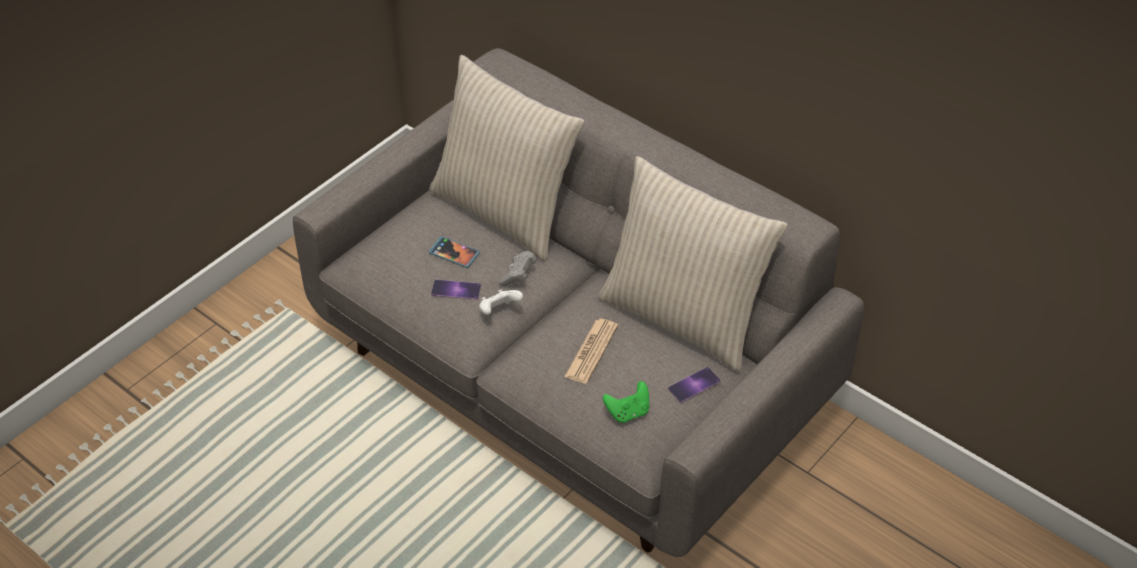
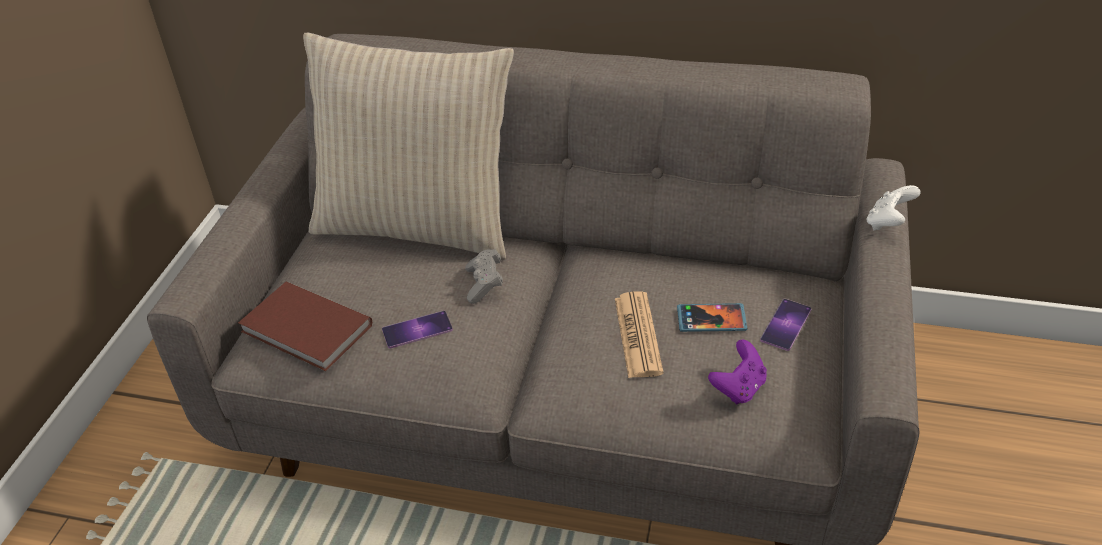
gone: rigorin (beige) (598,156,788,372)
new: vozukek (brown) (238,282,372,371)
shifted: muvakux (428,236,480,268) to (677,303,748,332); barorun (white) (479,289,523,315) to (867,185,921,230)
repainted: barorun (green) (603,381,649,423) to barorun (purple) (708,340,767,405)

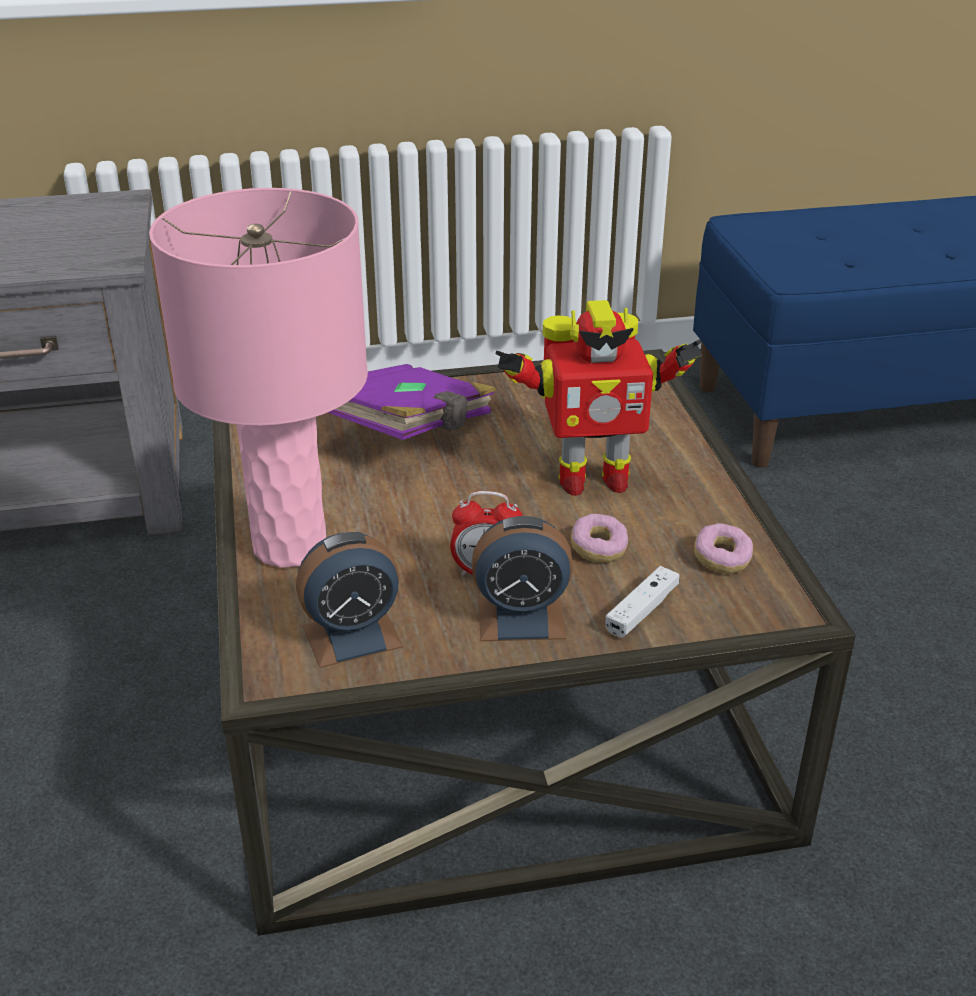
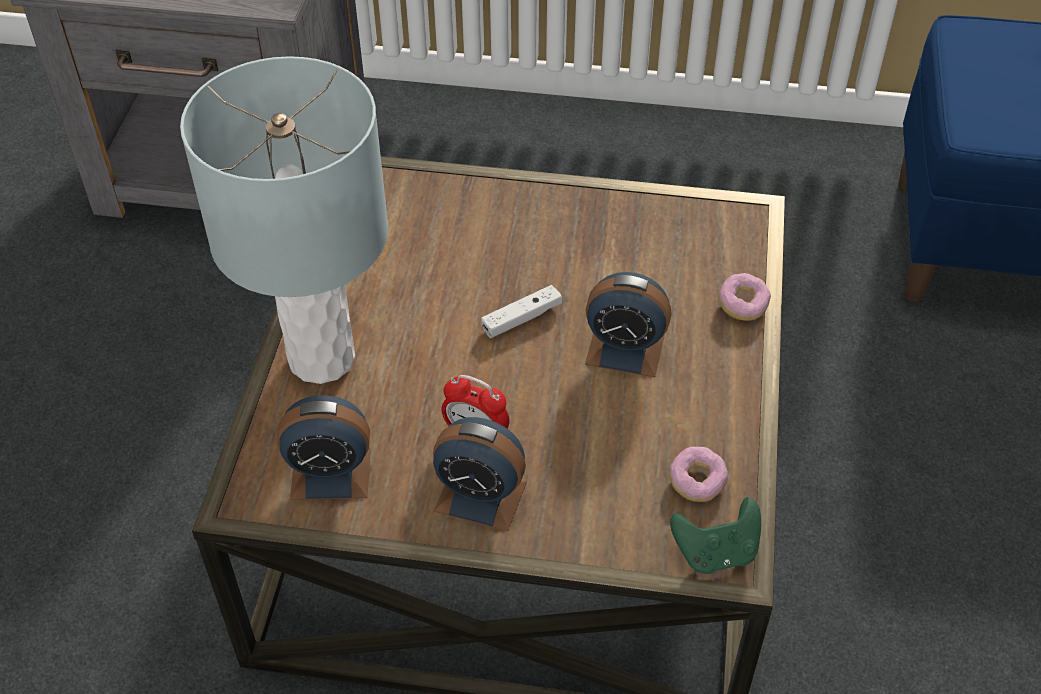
gone: vozukek (purple) (328,364,497,440)
new: barorun (green) (670,497,761,574)
shifted: barorun (white) (605,566,680,638) to (481,285,562,338); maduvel (571,514,628,563) to (718,273,771,321)
swapped: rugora (496,300,702,496) to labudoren (585,272,671,377)
repainted: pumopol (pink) (149,188,368,568) to pumopol (grey) (180,56,388,384)

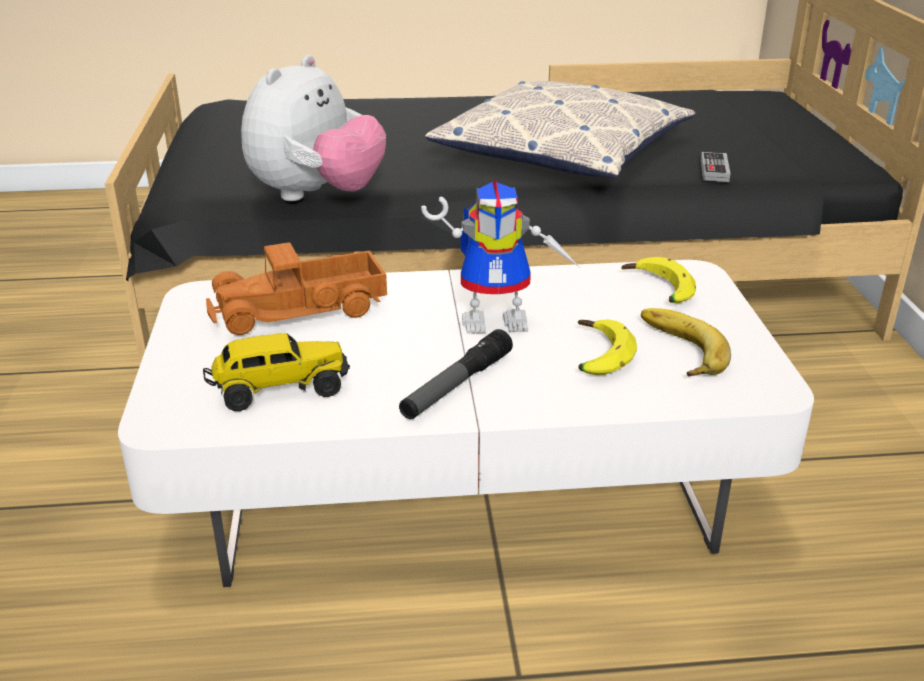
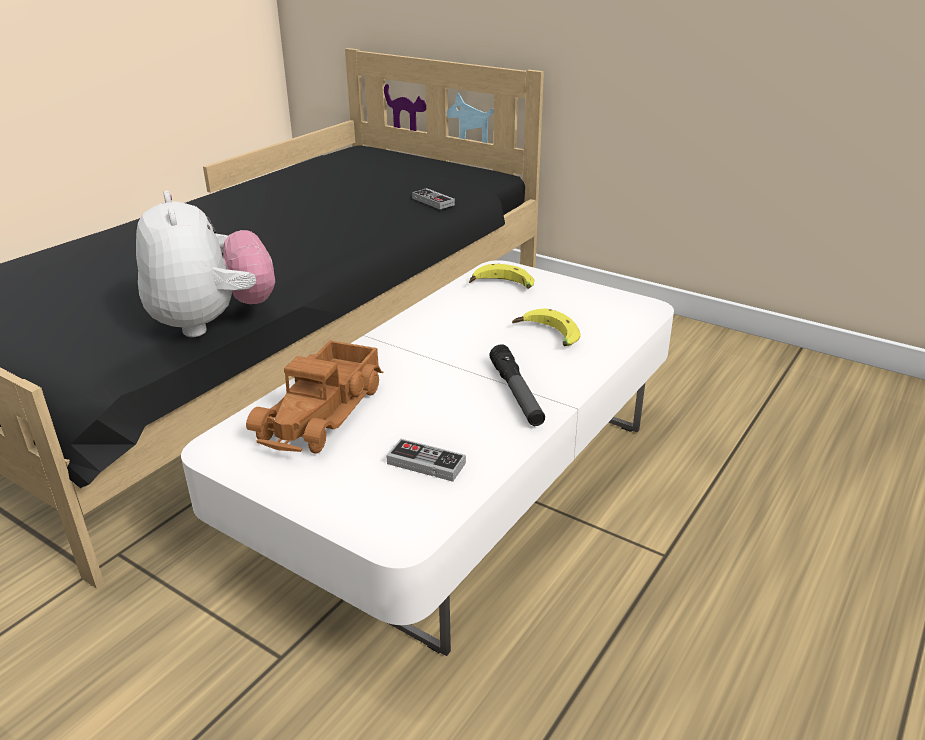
gone: rugora (421,180,579,334); rigorin (425,81,695,178); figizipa (641,308,731,377)
swapped: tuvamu (203,333,350,411) to barorun (386,439,466,482)

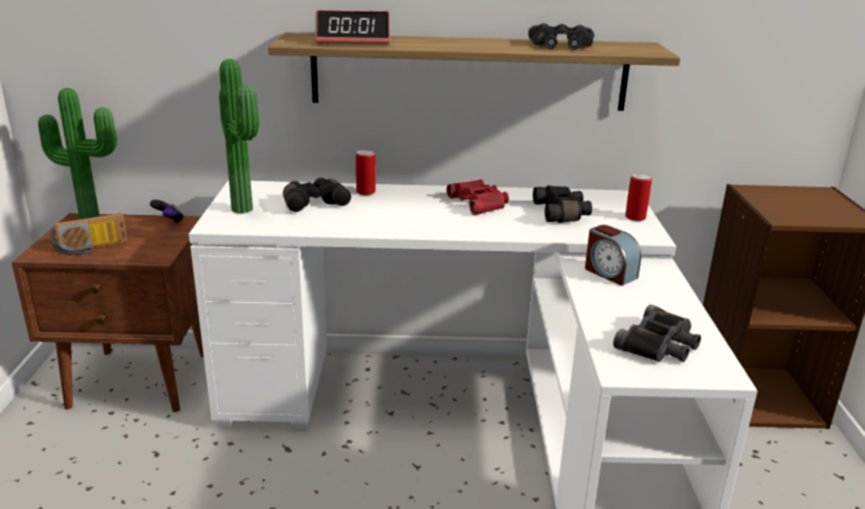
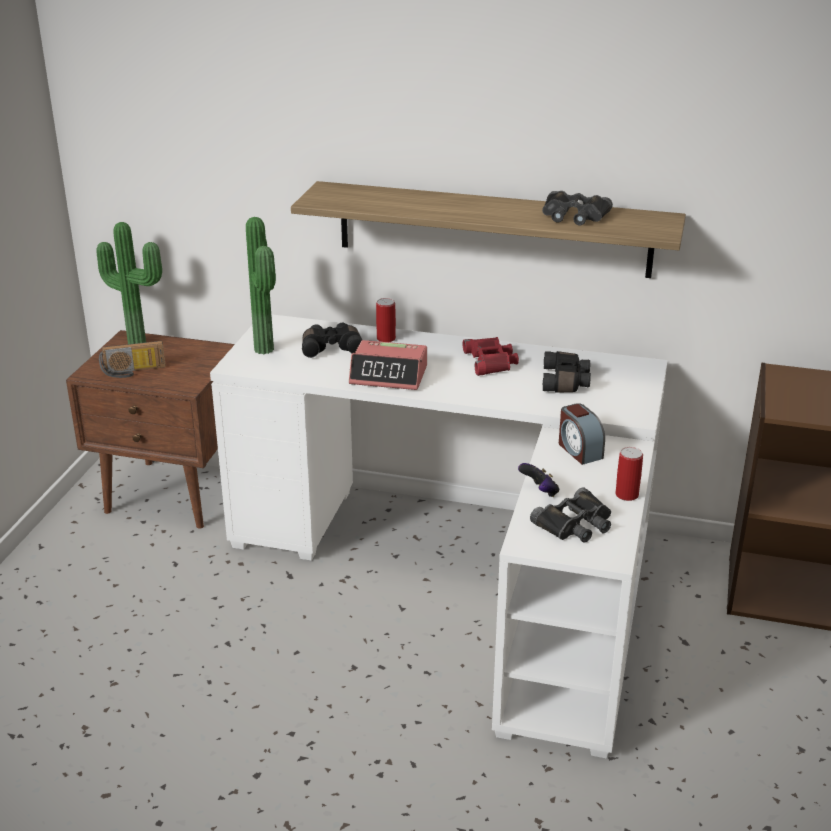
shifted: labudoren (315,10,390,44) to (349,340,427,390); barorun (150,200,184,224) to (518,463,559,497); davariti (625,173,652,221) to (615,447,643,501)

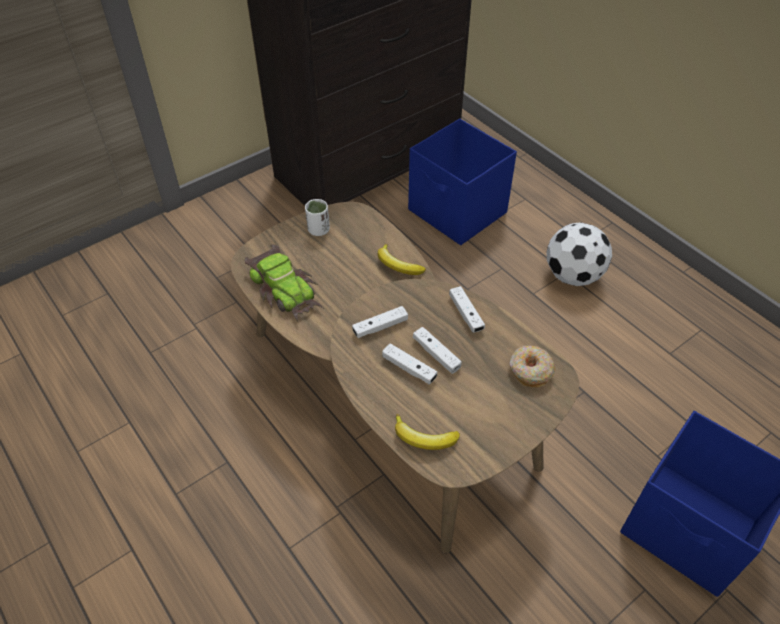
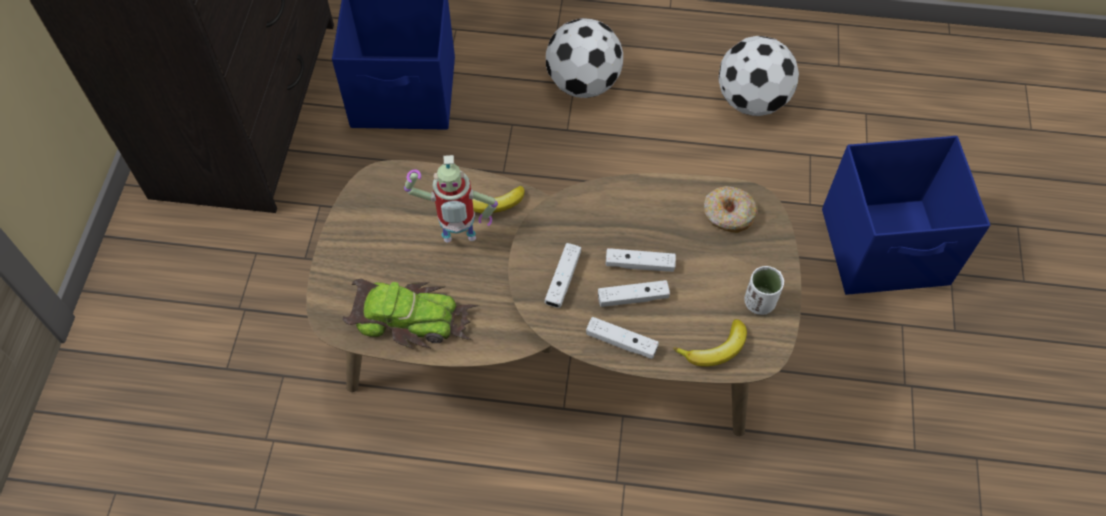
new: rugora (404,155,498,243); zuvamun (718,36,799,116)
shifted: barorun (white) (449,286,485,332) to (586,317,659,359); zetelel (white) (305,199,330,236) to (744,266,784,315)

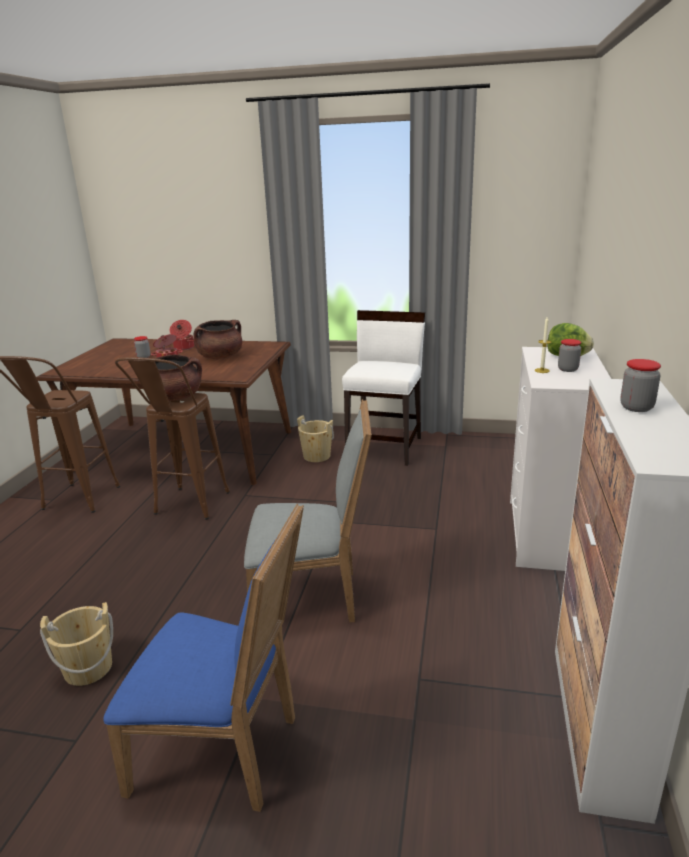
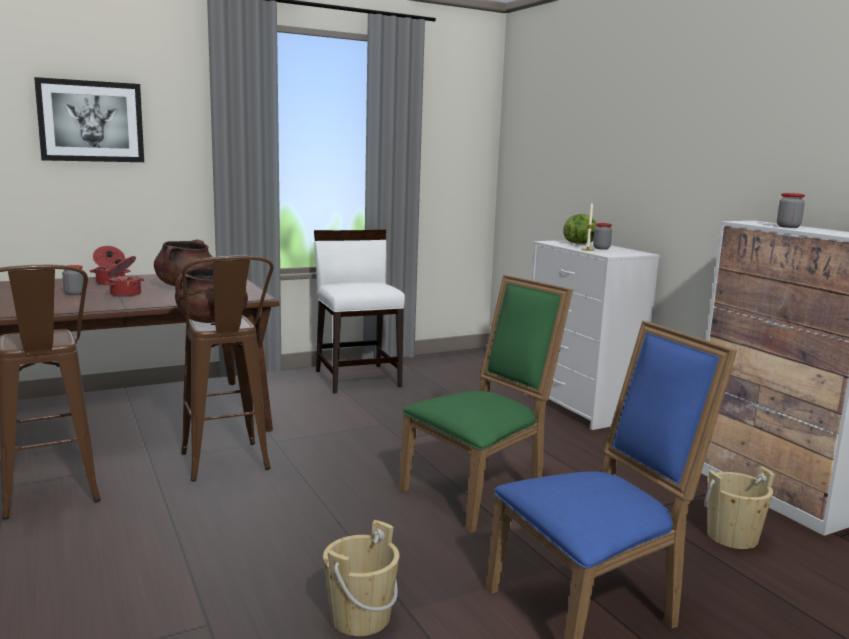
new: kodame (34,77,144,162)
shifted: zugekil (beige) (297,415,334,462) to (704,466,775,549)
repainted: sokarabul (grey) (244,399,372,622) to sokarabul (green) (399,275,573,533)

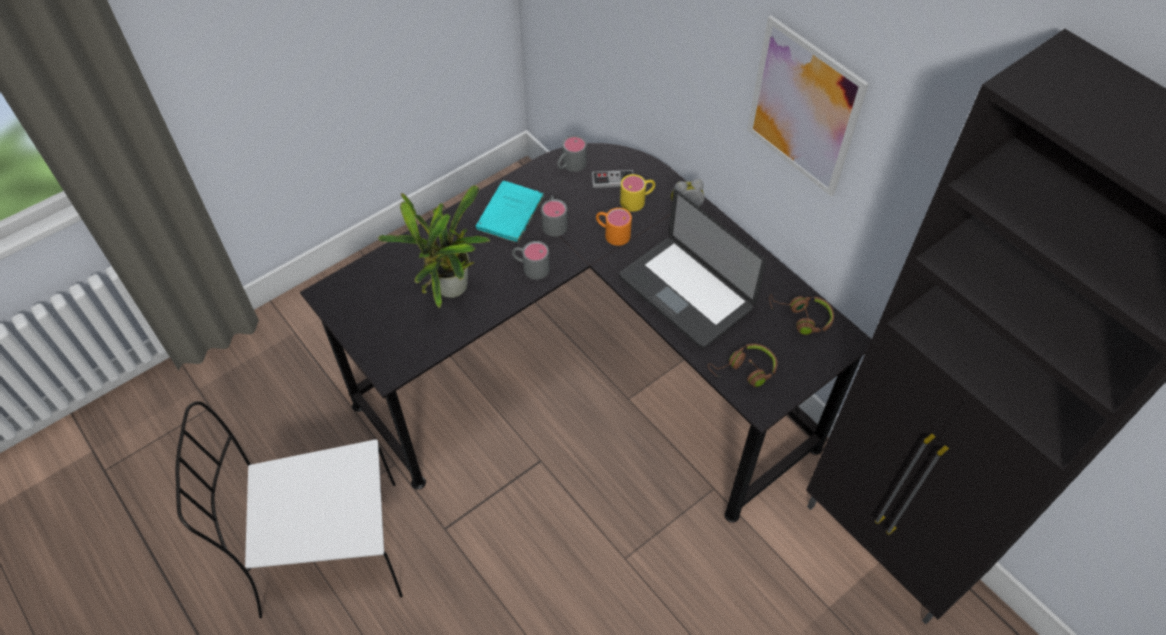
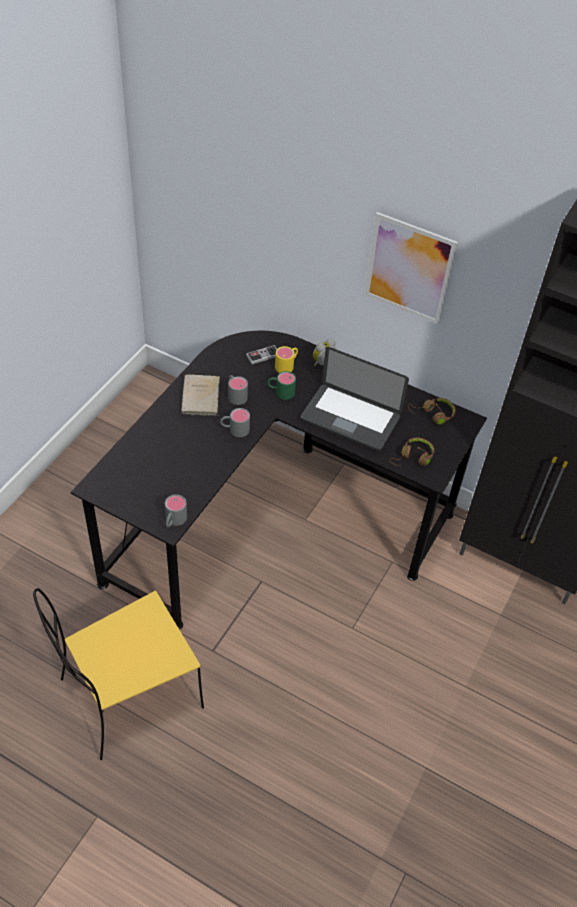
gone: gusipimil (378,185,490,308)
shifted: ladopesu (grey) (557,135,587,172) to (165,494,187,527)
repainted: sokarabul (white) (175,401,403,618) to sokarabul (yellow) (33,588,204,760); vozukek (turquoise) (476,181,544,243) to vozukek (beige) (181,374,220,416); ladopesu (orange) (596,208,632,246) to ladopesu (green) (267,371,296,400)

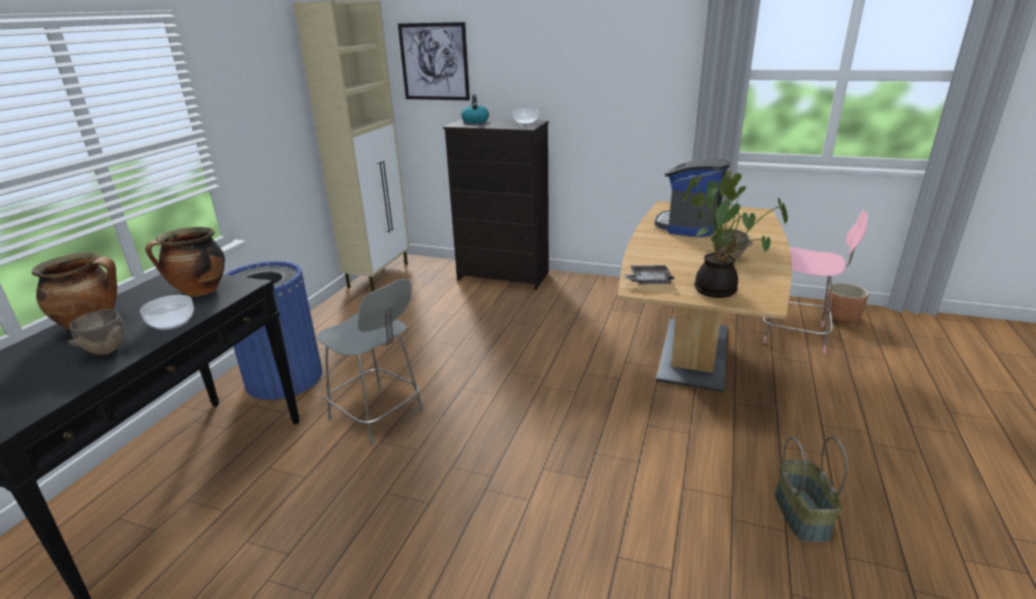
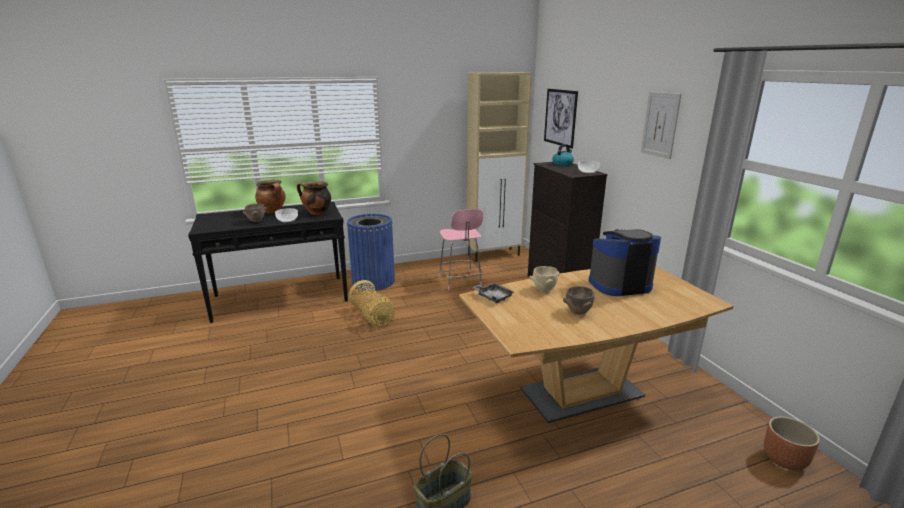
gone: gusipimil (683,170,788,298)
new: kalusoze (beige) (530,266,560,291); kodame (641,92,681,159)
shifted: sokarabul (pink) (763,210,868,353) to (439,209,483,290)
swapped: sokarabul (grey) (317,279,423,446) to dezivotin (349,280,395,326)

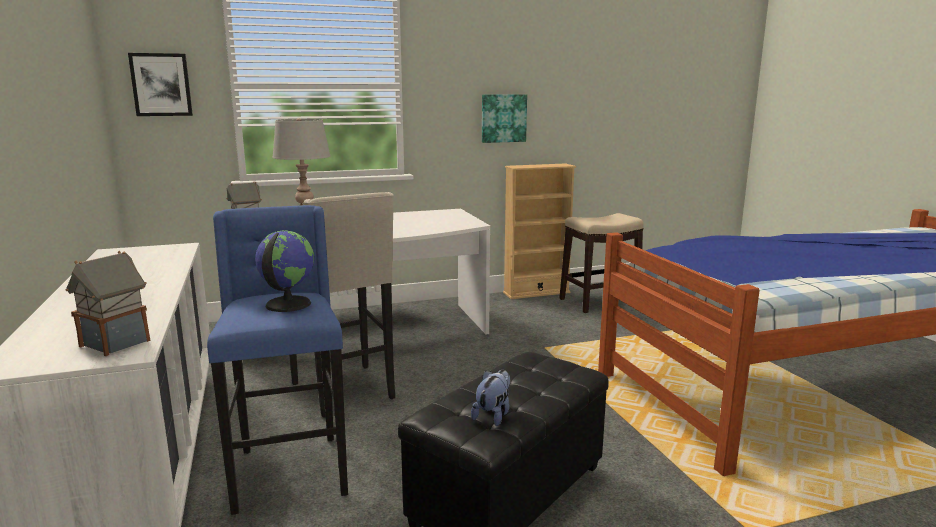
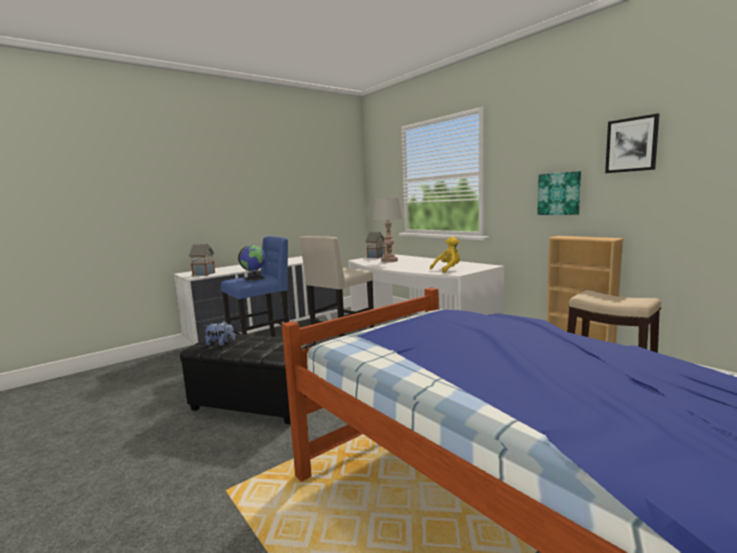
new: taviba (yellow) (430,237,460,273)
shifted: kodame (128,53,193,116) to (605,113,659,173)

